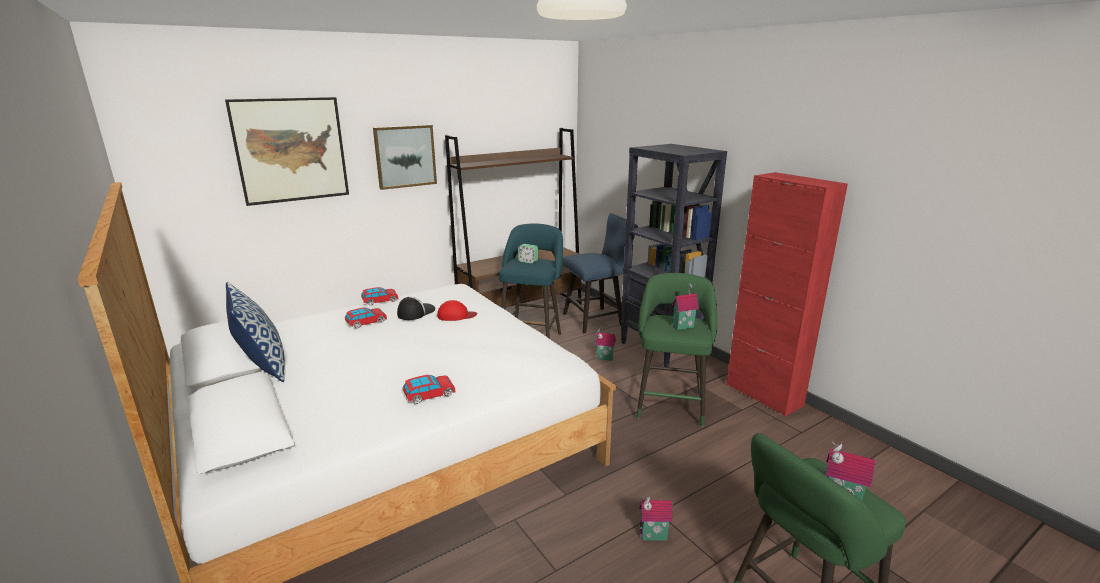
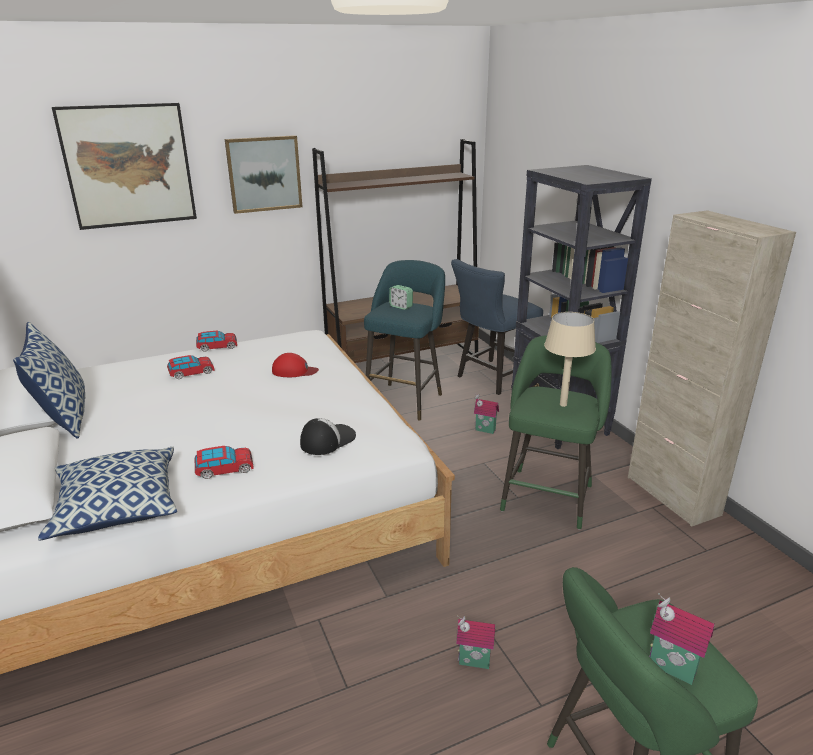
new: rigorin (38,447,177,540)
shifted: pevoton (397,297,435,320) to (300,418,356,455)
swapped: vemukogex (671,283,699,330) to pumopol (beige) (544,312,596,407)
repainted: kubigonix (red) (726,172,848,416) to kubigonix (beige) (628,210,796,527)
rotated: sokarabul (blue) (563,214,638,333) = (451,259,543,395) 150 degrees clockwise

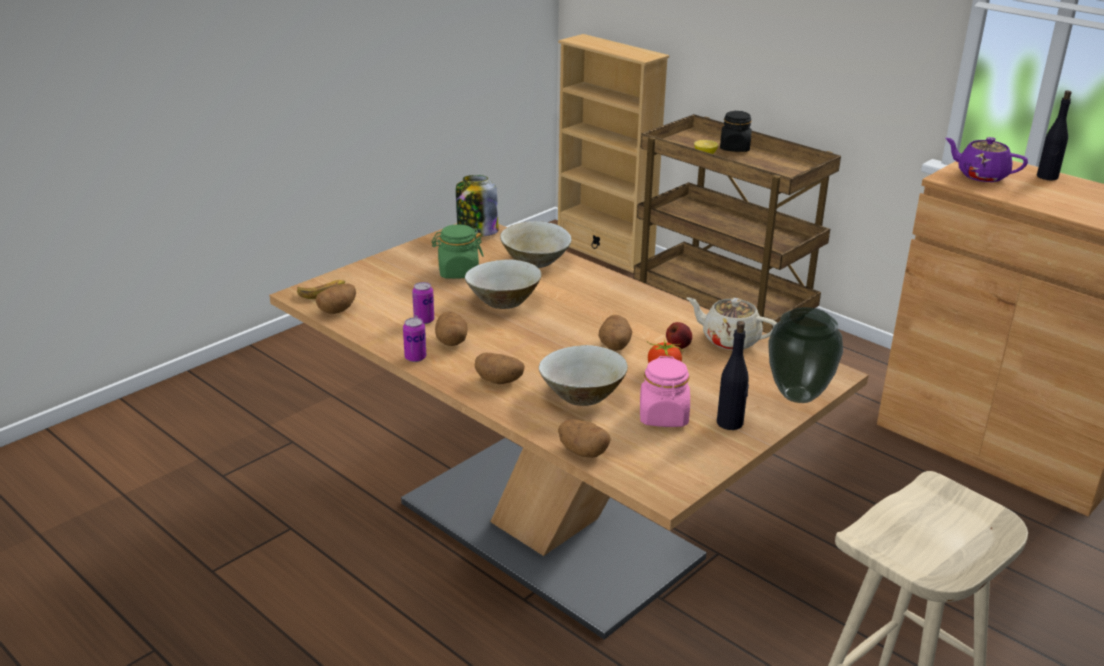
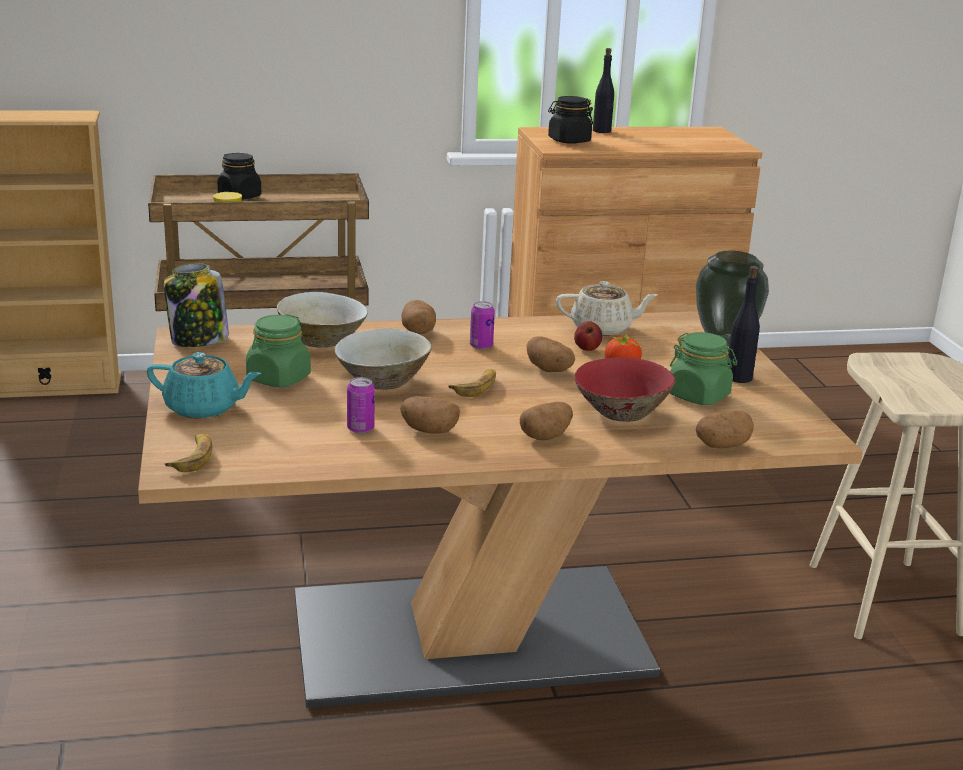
new: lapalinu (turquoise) (147,352,261,419); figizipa (448,369,496,397)
shifted: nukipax (316,283,356,314) to (401,300,436,334); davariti (403,317,426,362) to (470,301,495,350)
swapped: lapalinu (purple) (945,137,1028,182) to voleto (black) (548,96,593,144)
repainted: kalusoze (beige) (539,345,628,406) to kalusoze (red) (574,357,676,422); voleto (pink) (640,356,690,427) to voleto (green) (670,332,737,405)
rotated: lapalinu (beige) (687,297,777,350) = (556,281,658,336) 150 degrees counterclockwise

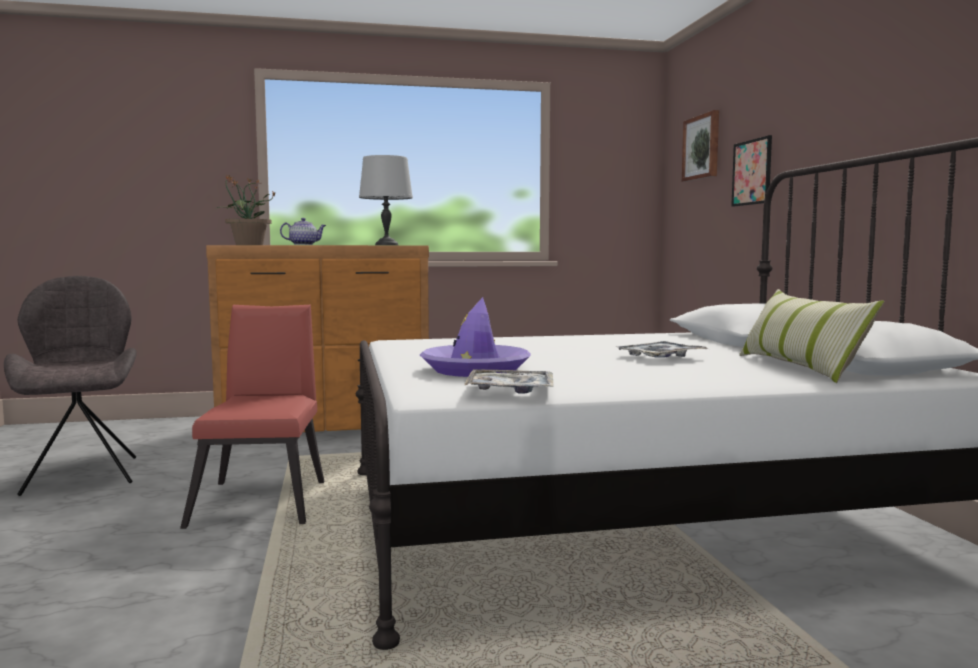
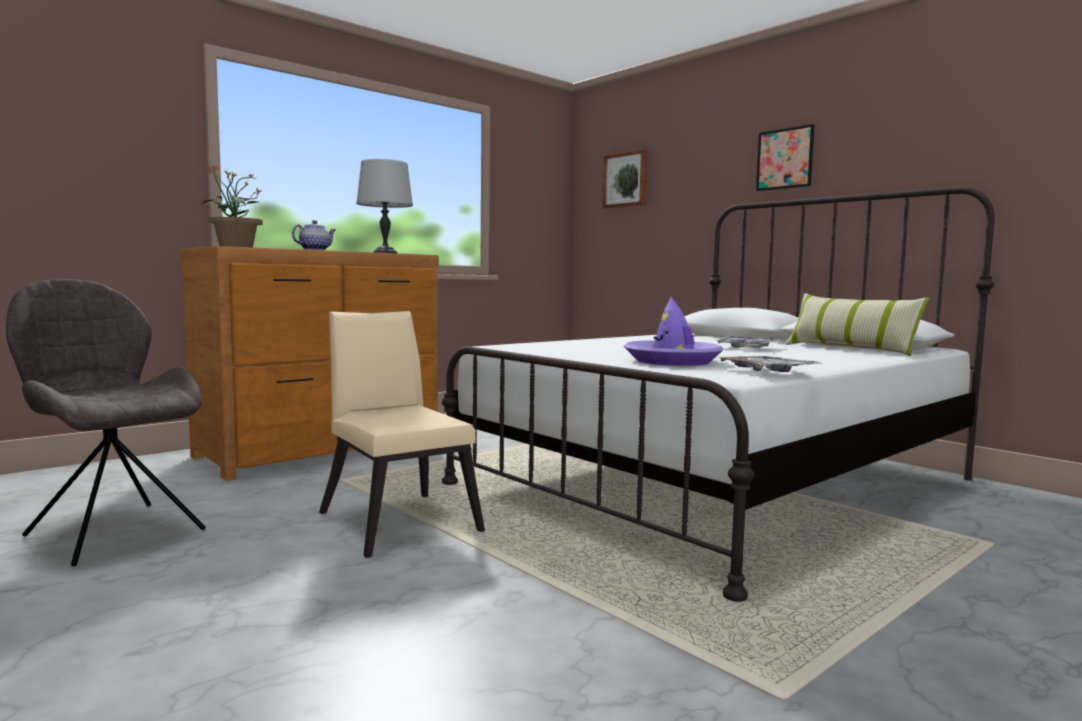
shifted: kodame (731,135,772,207) to (756,124,815,191)
repainted: sokarabul (red) (180,305,325,529) to sokarabul (beige) (319,311,485,558)

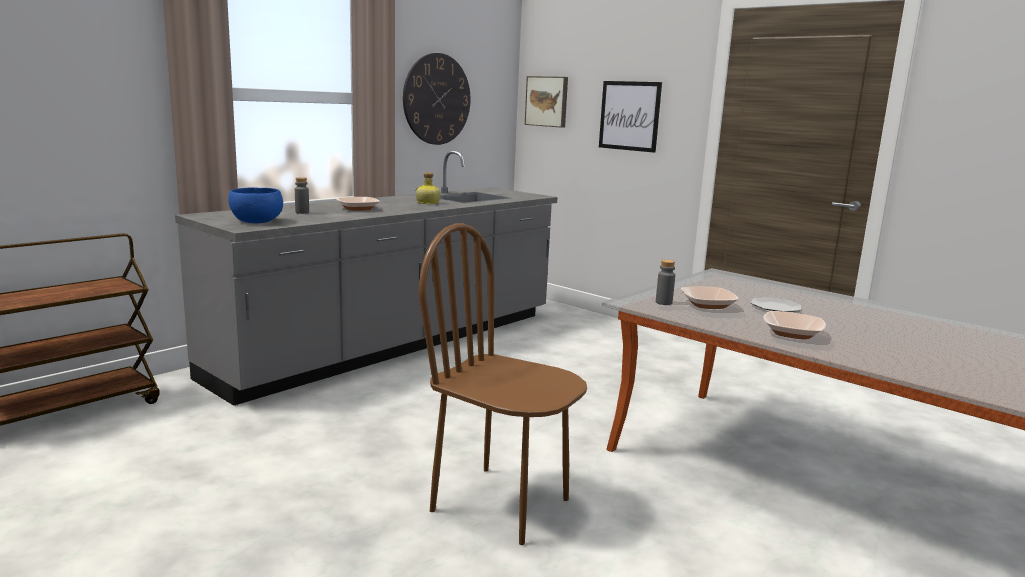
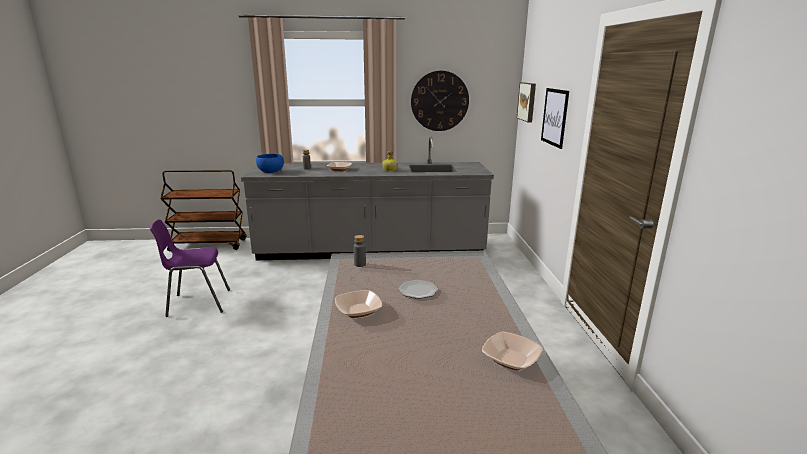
gone: sokarabul (brown) (419,223,587,545)
new: sokarabul (purple) (150,219,230,317)
shifted: kalusoze (681,286,738,309) to (482,331,542,370)

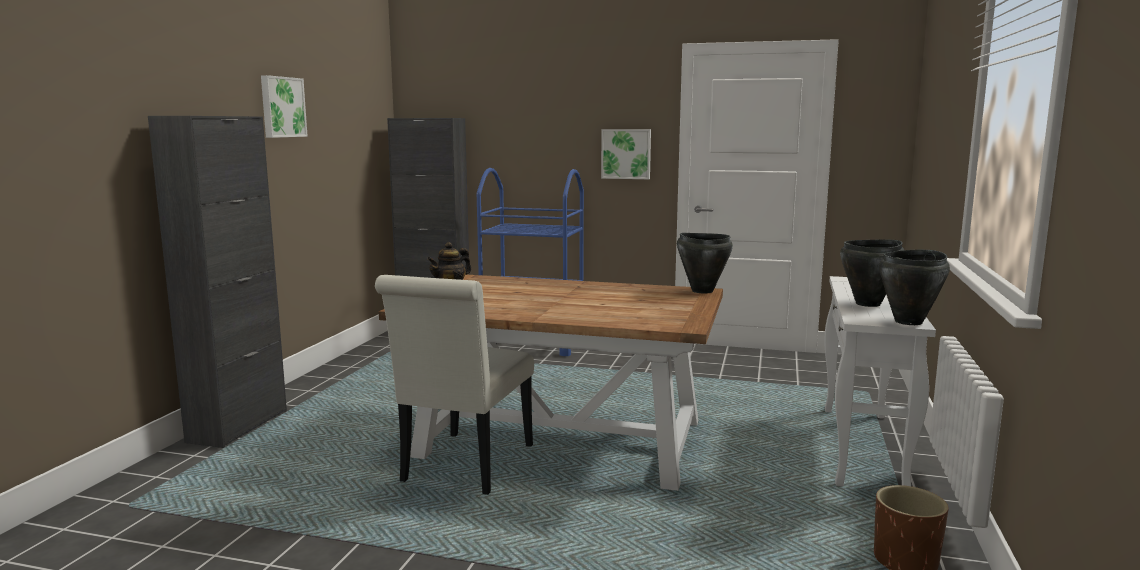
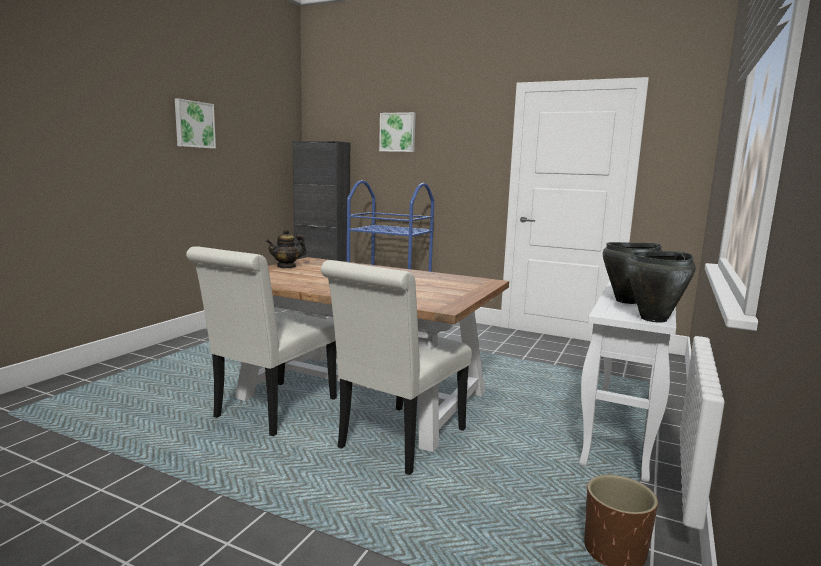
gone: kubigonix (black) (148,116,287,448); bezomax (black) (677,233,733,294)
new: sokarabul (white) (321,260,472,475)
shifted: kodame (601,129,651,179) to (379,112,416,152)

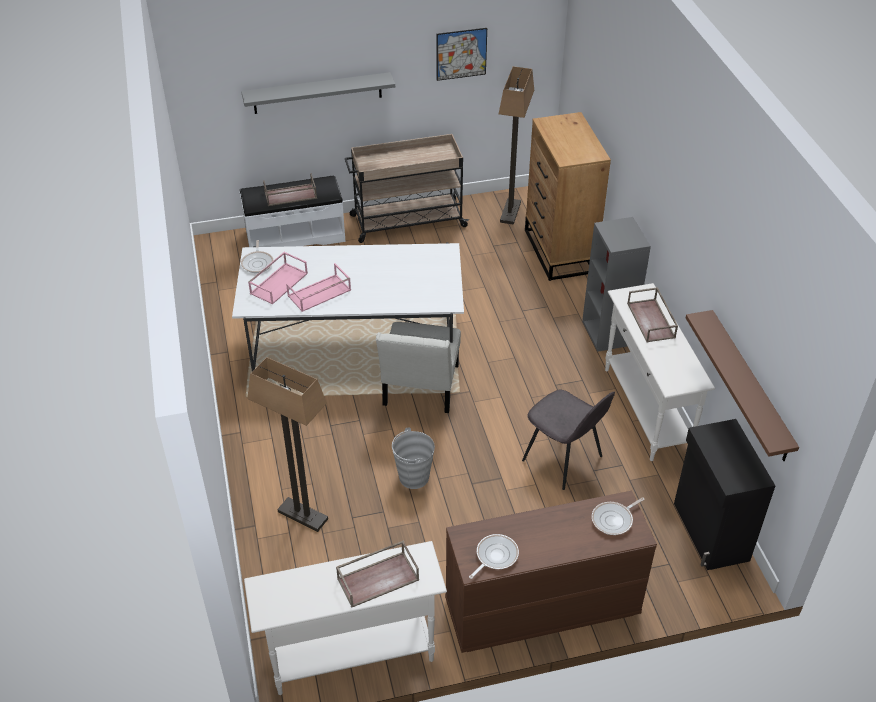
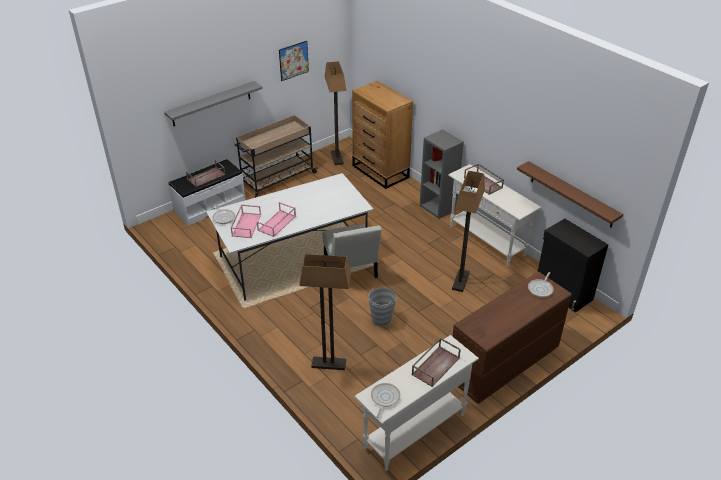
shifted: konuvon (469,534,519,579) to (371,383,400,418)
swapped: sokarabul (grey) (522,390,615,490) to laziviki (452,171,485,292)

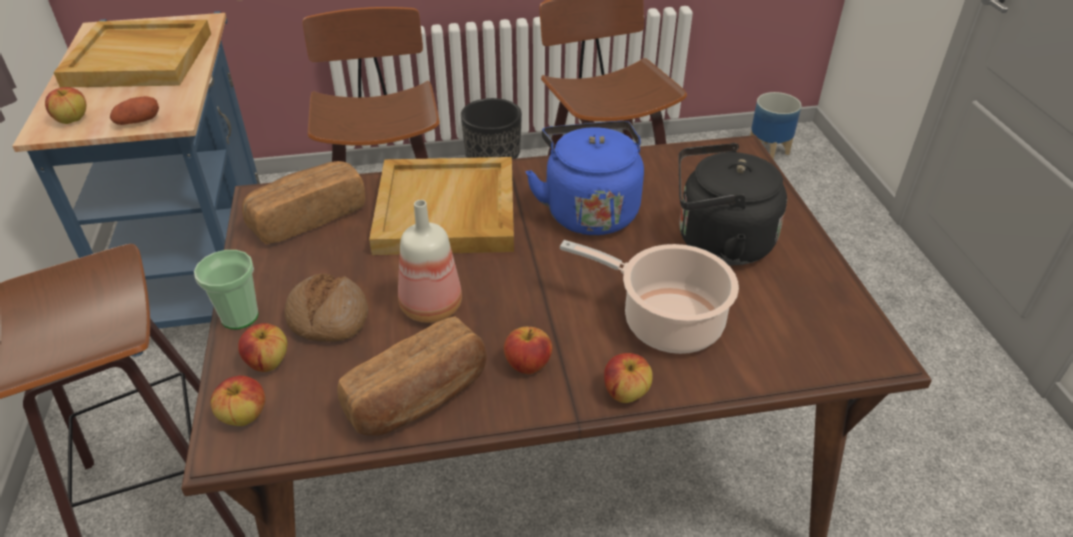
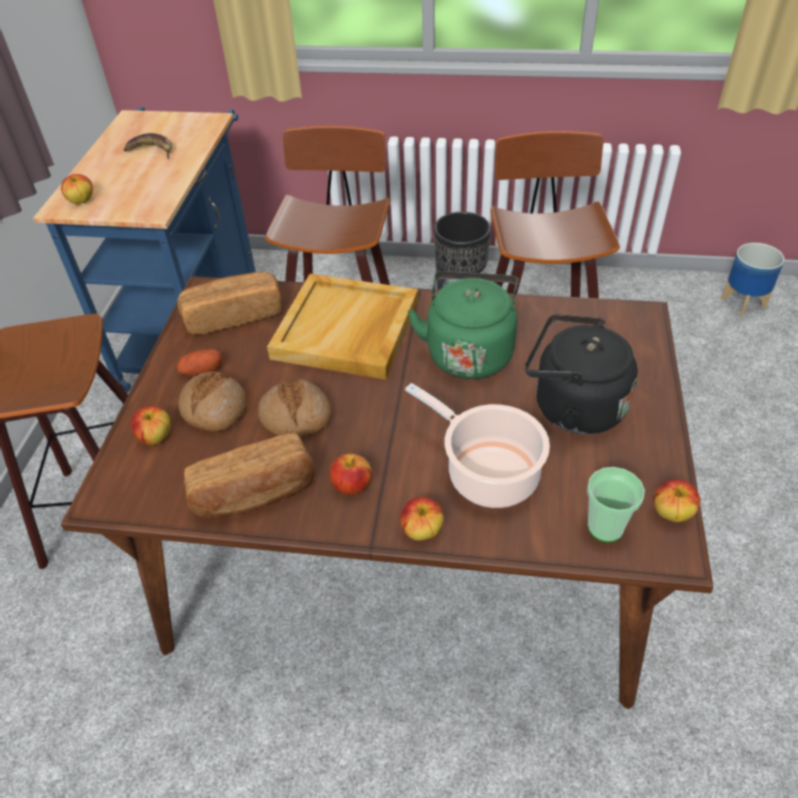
shifted: nukipax (110,96,159,125) to (177,349,222,375); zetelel (194,250,259,329) to (587,467,645,542); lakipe (210,376,265,426) to (653,479,701,522)
swapped: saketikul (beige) (53,20,211,88) to figizipa (124,133,172,159); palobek (398,200,462,323) to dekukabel (258,379,331,437)
repainted: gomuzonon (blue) (526,121,644,235) to gomuzonon (green) (408,271,519,379)

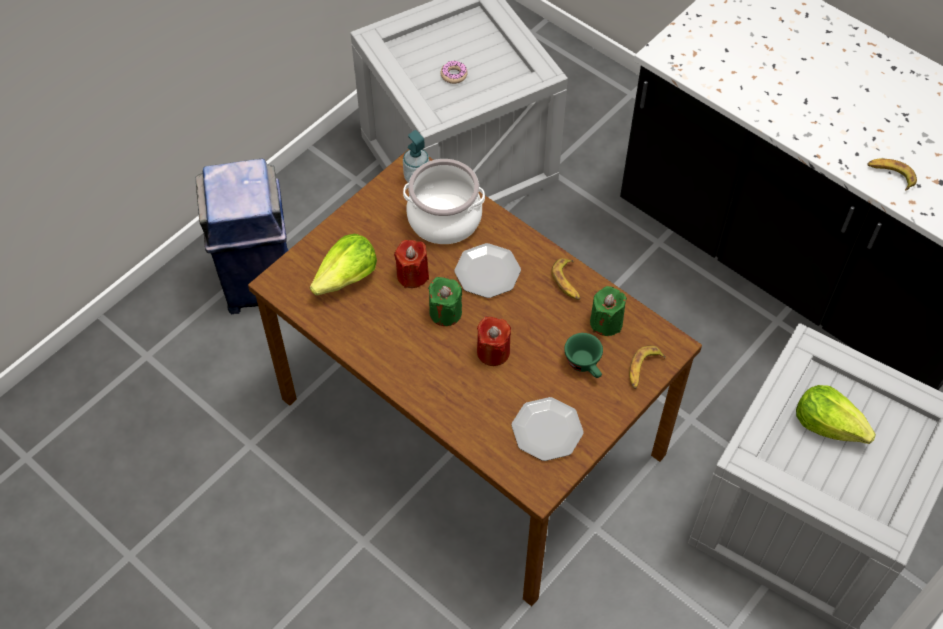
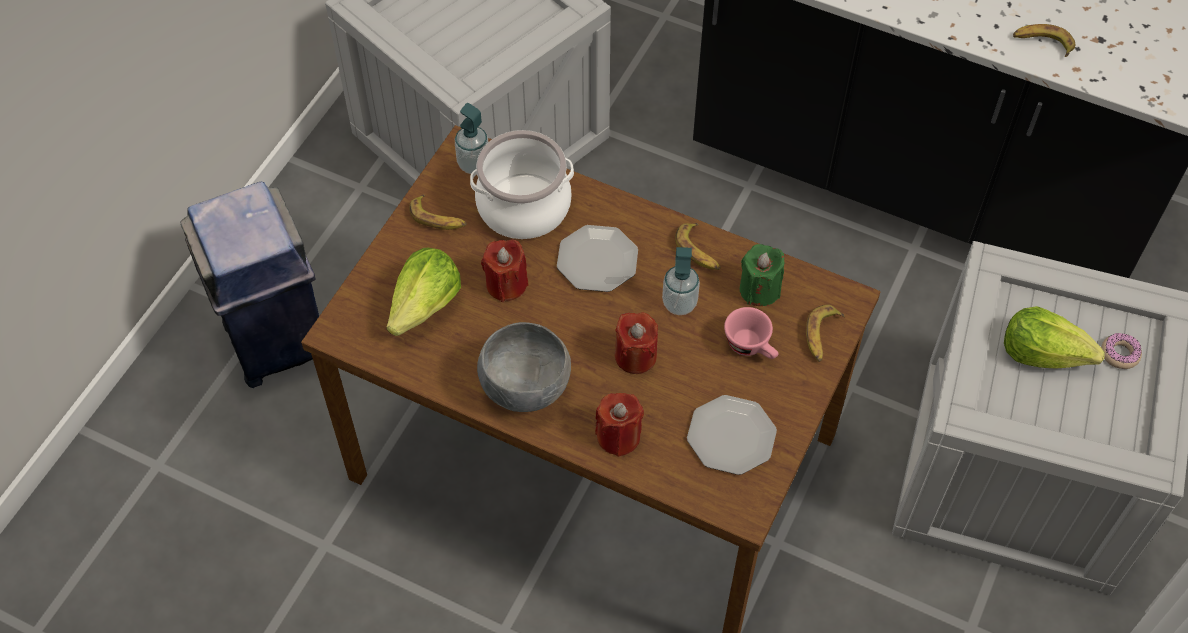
gone: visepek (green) (428,277,462,326)
new: figizipa (409,195,467,230); kalusoze (grey) (477,322,571,412); visepek (red) (595,393,644,457); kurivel (662,247,700,315)
shifted: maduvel (440,60,468,84) to (1101,333,1142,369)
repainted: zetelel (green) (564,333,603,378) to zetelel (pink) (724,307,779,359)

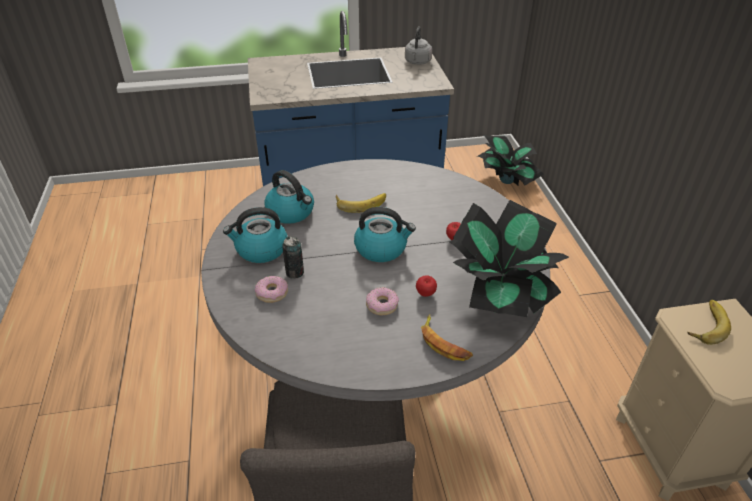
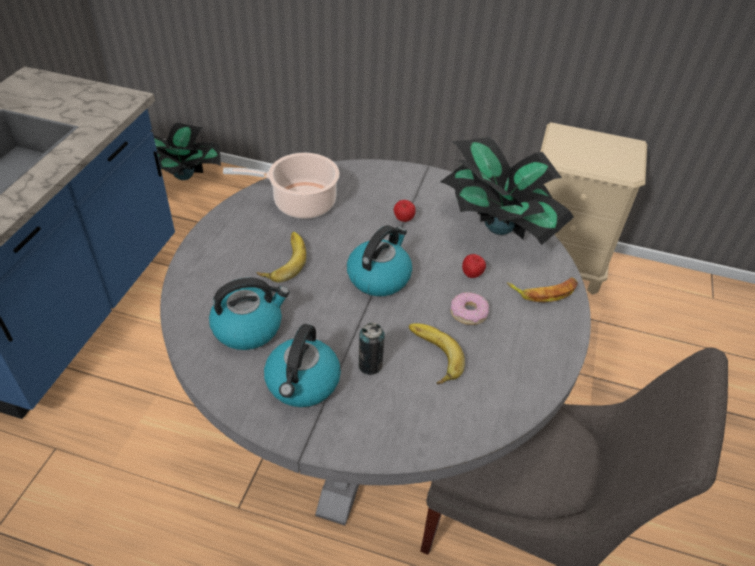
gone: maduvel (255,276,288,303); gomuzonon (grey) (405,26,432,65)
new: bezomax (223,153,340,219)
shifted: figizipa (688,300,731,345) to (409,323,465,385)

